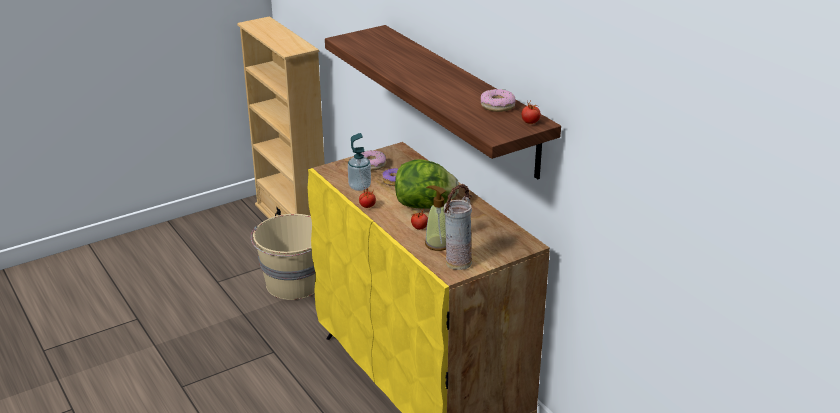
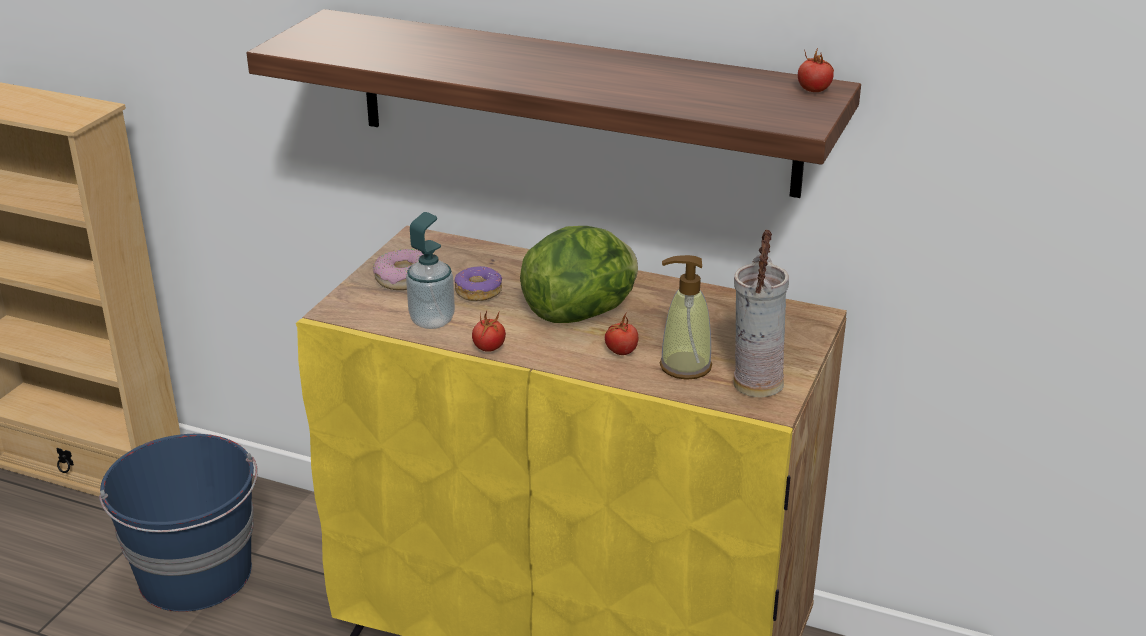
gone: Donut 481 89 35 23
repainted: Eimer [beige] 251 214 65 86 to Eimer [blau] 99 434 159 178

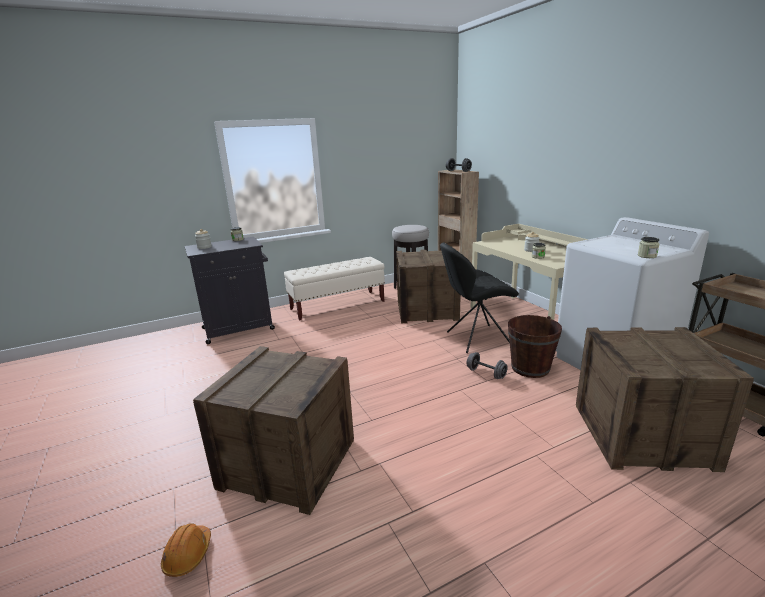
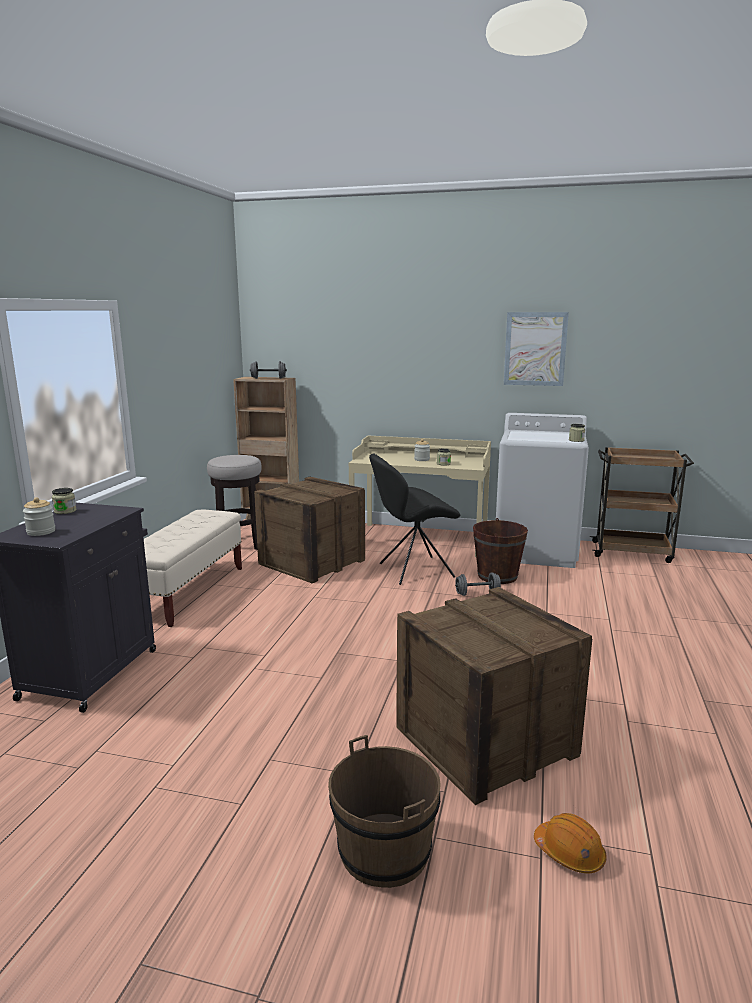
gone: Kiste 576 327 178 145
new: Eimer [braun] 328 735 113 153; Bild 504 312 65 74
rotated: Stuhl [schwarz] 440 242 79 111 = 369 453 91 132 45 degrees clockwise

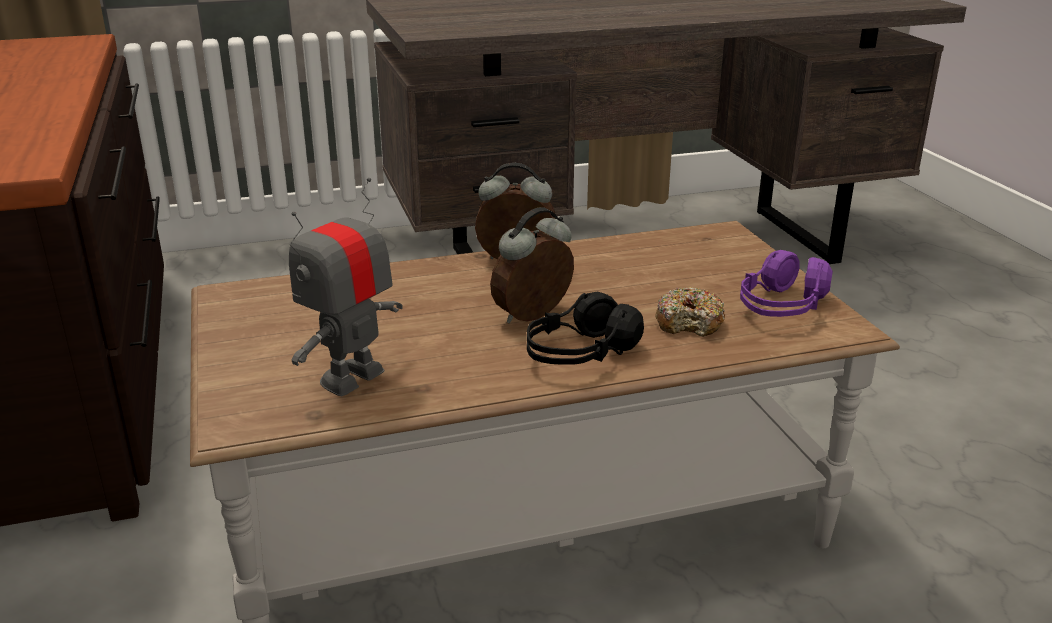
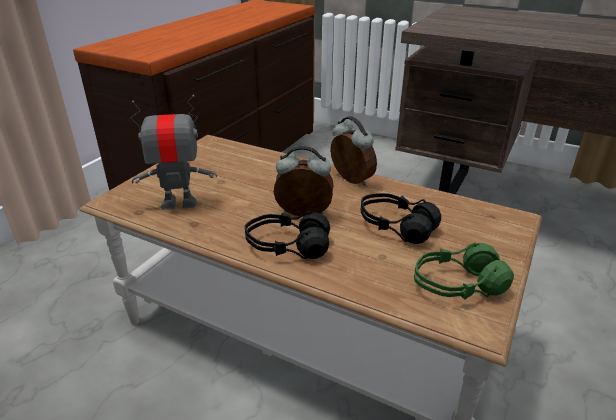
gone: Donut 655 287 70 50
new: Kopfhörer [schwarz] 361 193 80 51
repainted: Kopfhörer [lila] 740 250 93 67 to Kopfhörer [grün] 414 242 100 58

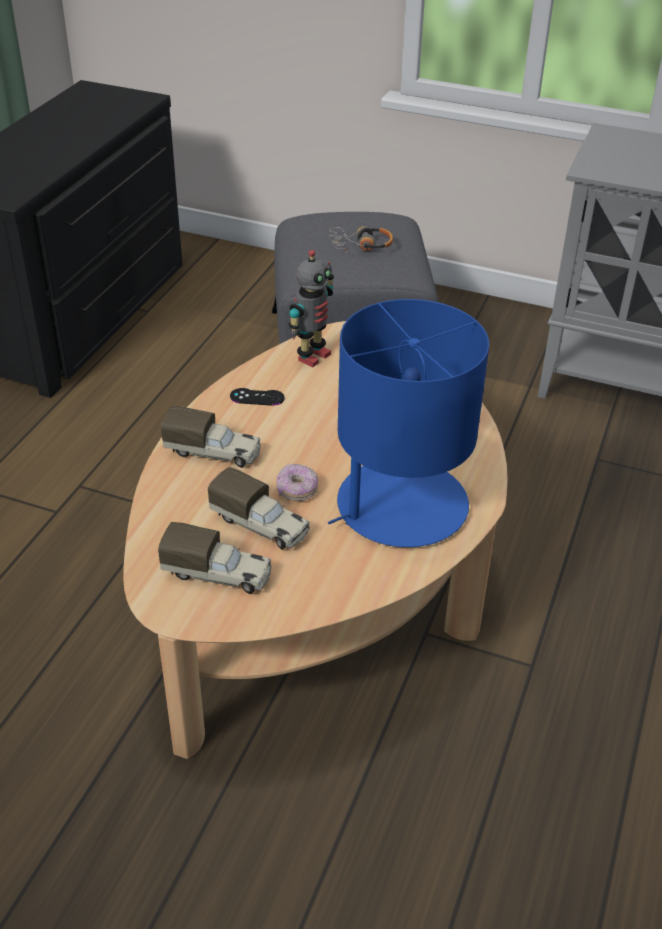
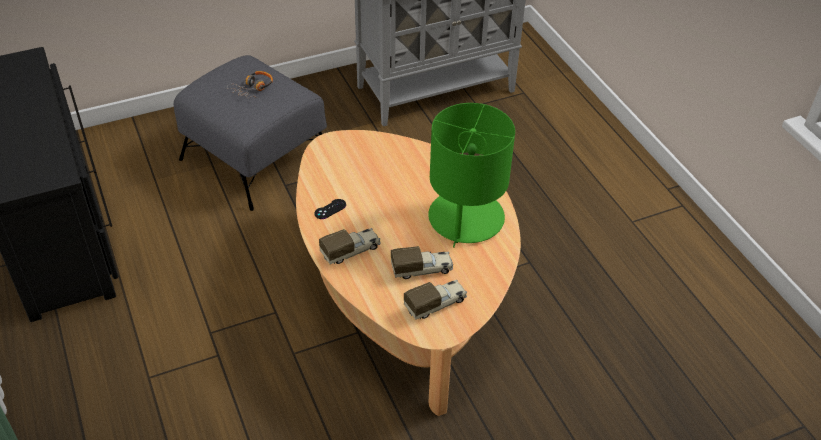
gone: Donut 276 464 42 37; Spielzeugroboter 288 250 46 117
repainted: Tischlampe [blau] 328 299 161 248 to Tischlampe [grün] 428 103 87 145

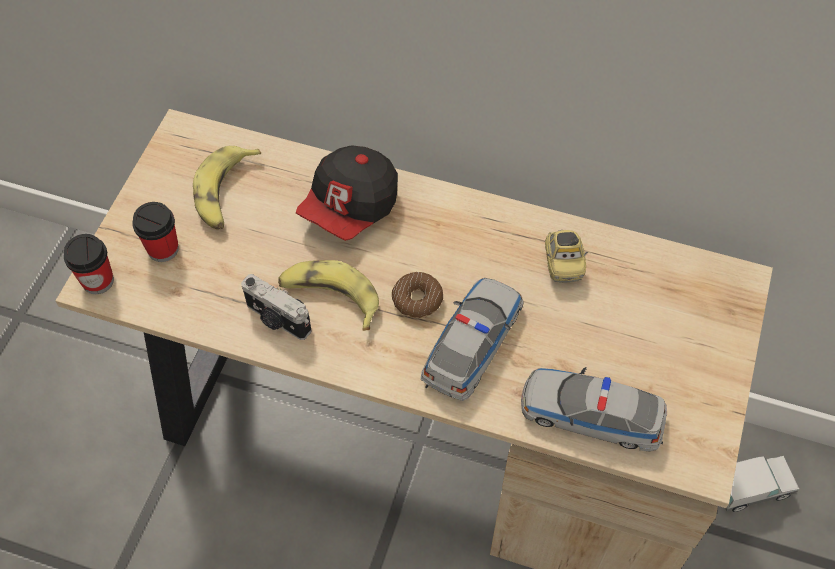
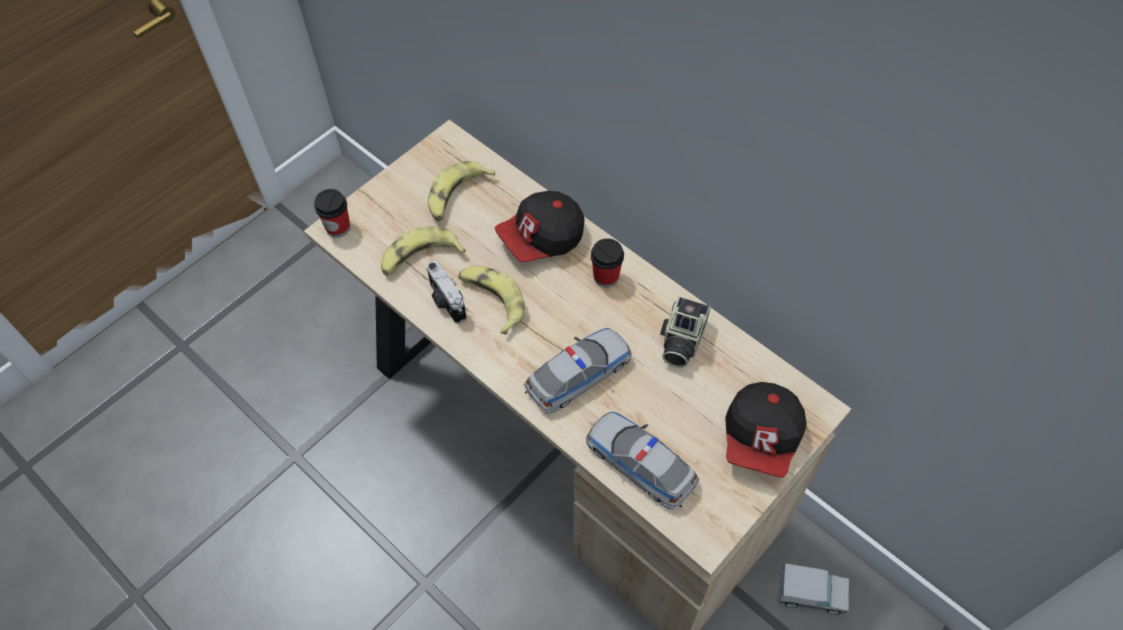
gone: Donut 392 272 51 46
new: Banane 381 226 85 50; Kappe 725 382 82 96
shifted: Tasse 132 202 47 60 to 591 238 33 49
swapped: Spielzeugauto 545 230 43 53 to Kamera 660 297 51 71

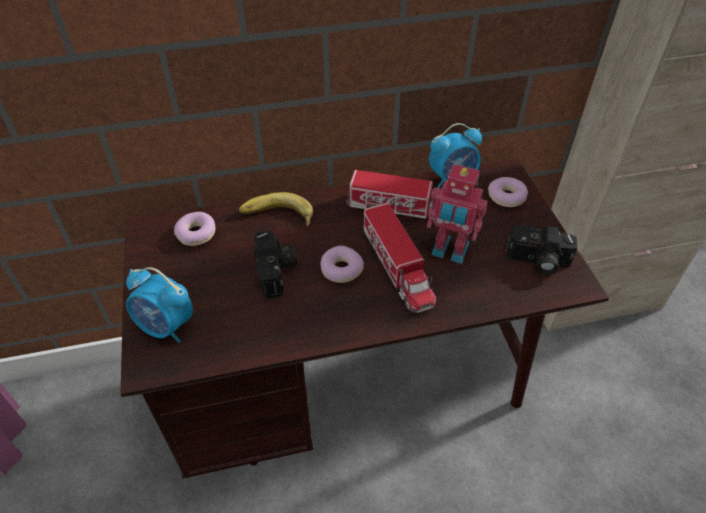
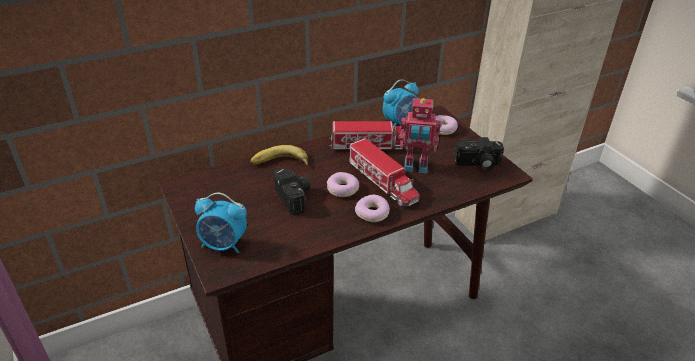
shifted: Donut 174 212 41 34 to 355 195 35 27

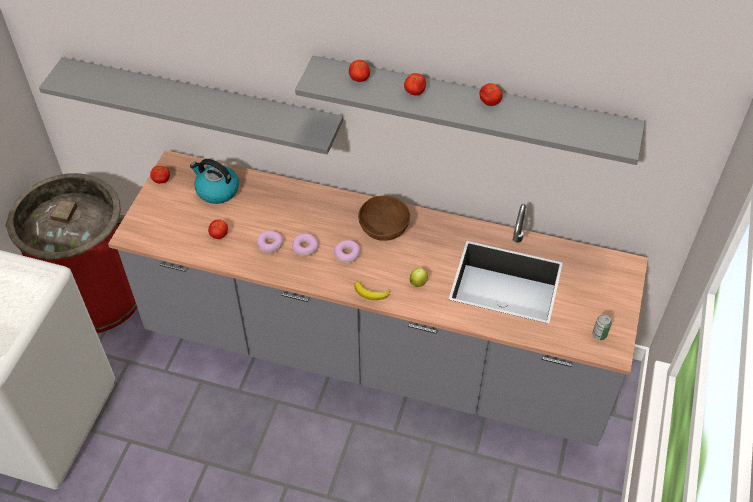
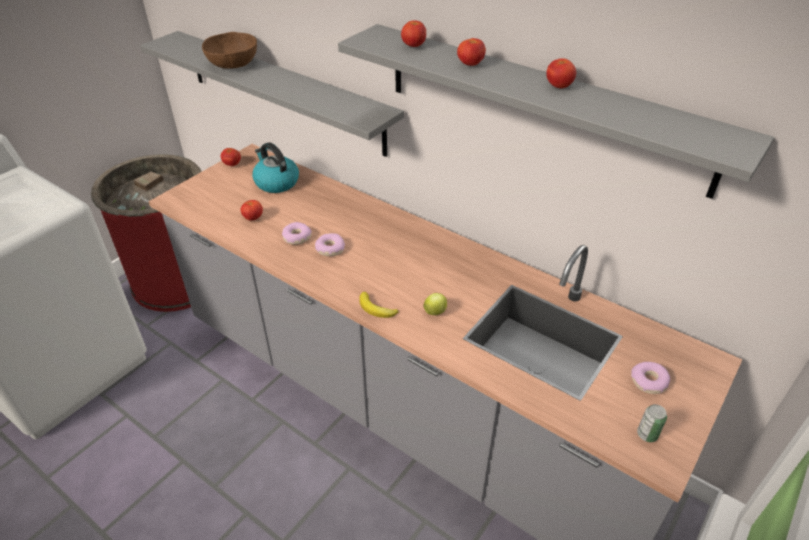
shifted: Donut 334 240 26 23 to 631 362 39 32; Schüssel [braun] 358 196 52 45 to 202 32 55 37

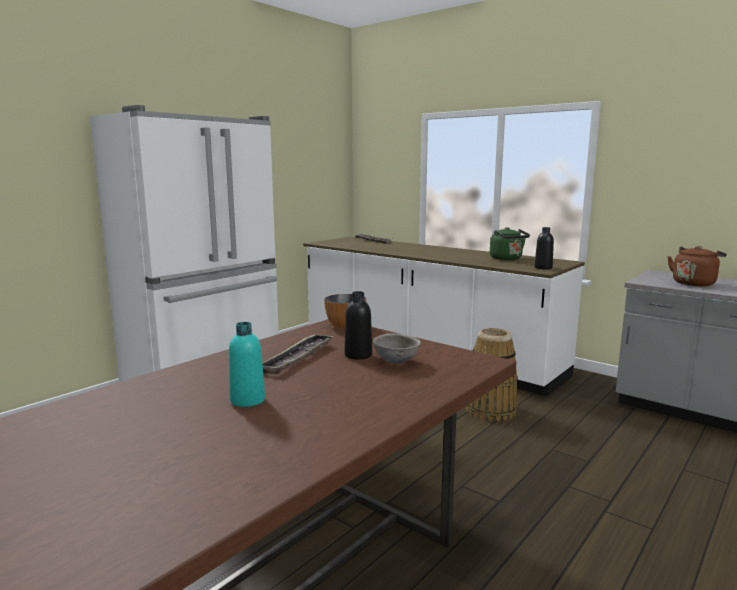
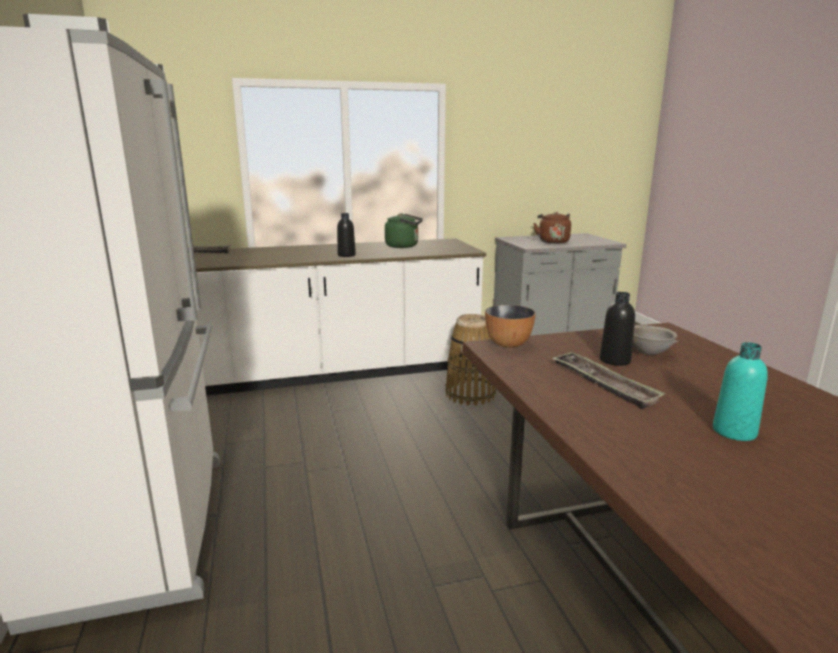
shifted: Flasche [schwarz] 534 227 20 42 to 337 213 19 44

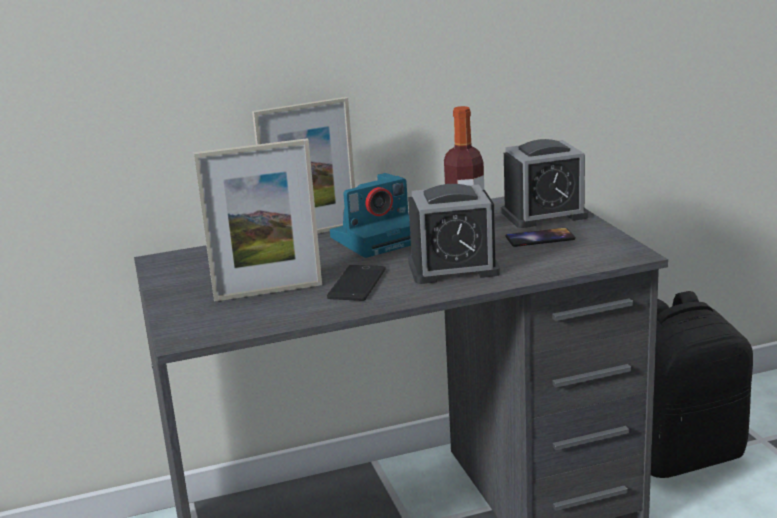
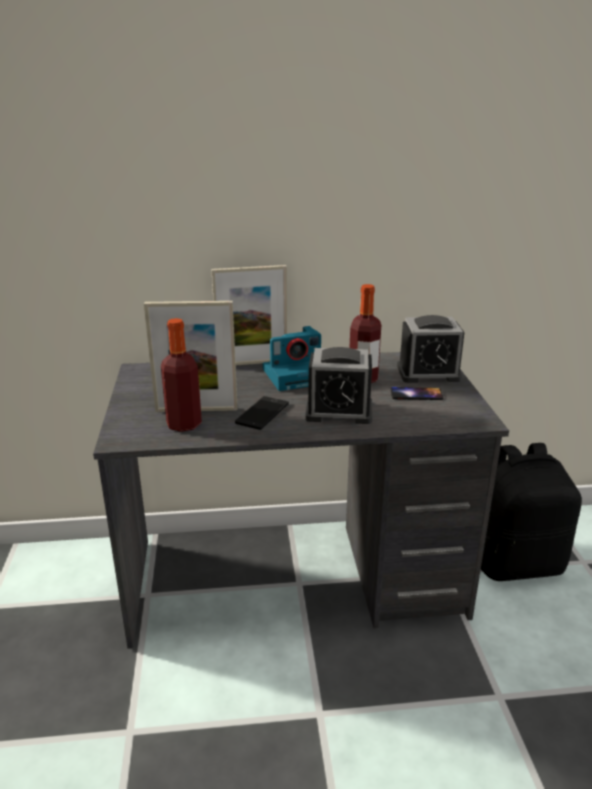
new: Flasche 161 318 41 114

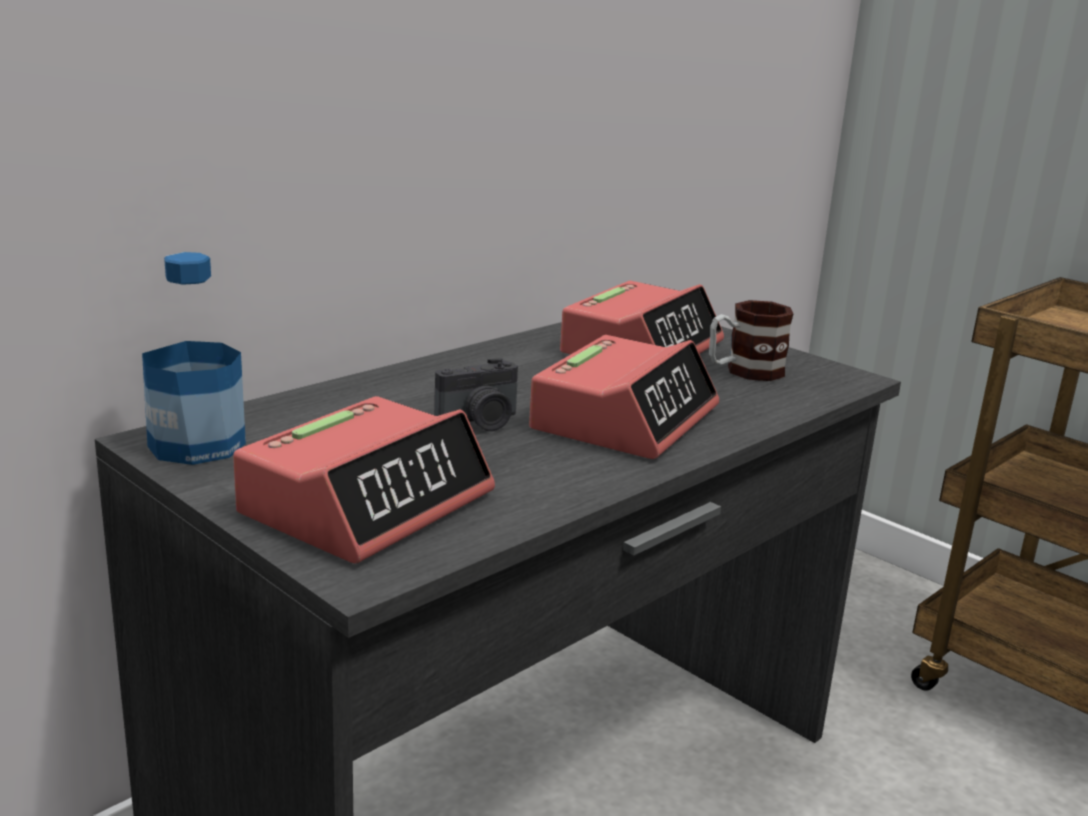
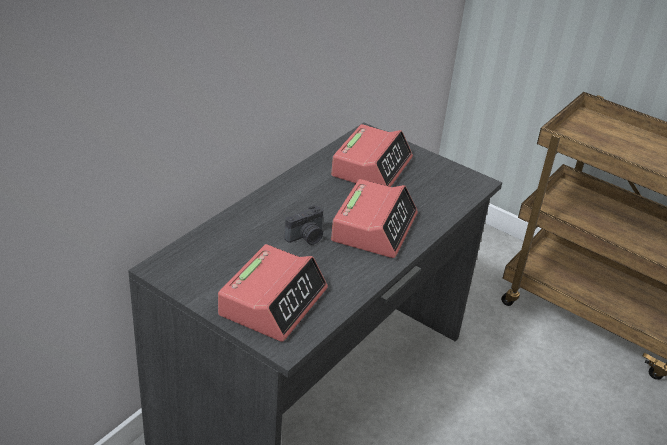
gone: Flasche 142 252 104 213; Henkelbecher 709 300 84 81

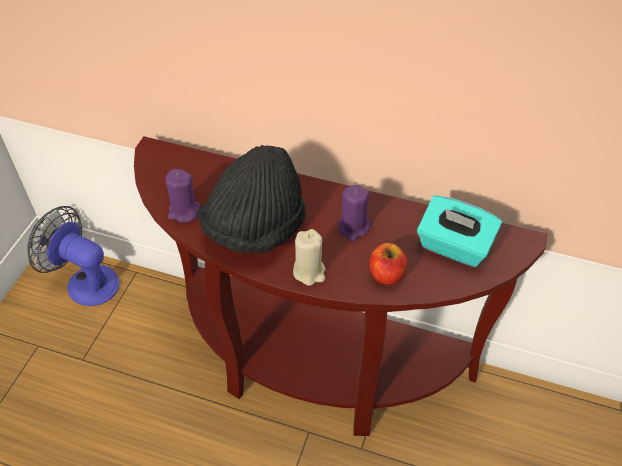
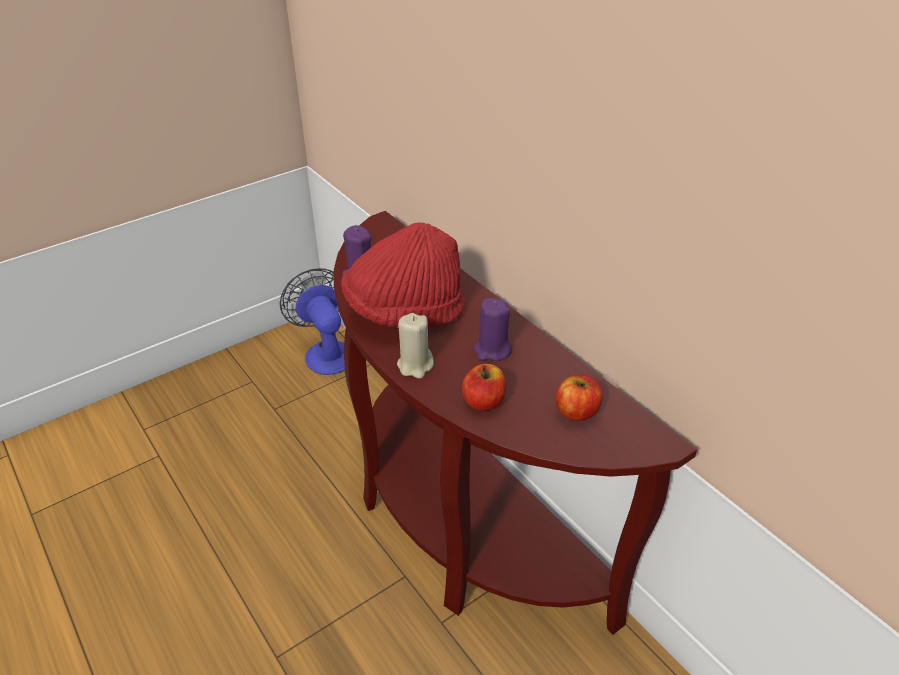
swapped: Taschentuchbox [türkis] 417 196 85 71 to Apfel 556 375 47 46
repainted: Hut [schwarz] 198 145 108 109 to Hut [rot] 341 222 124 106

